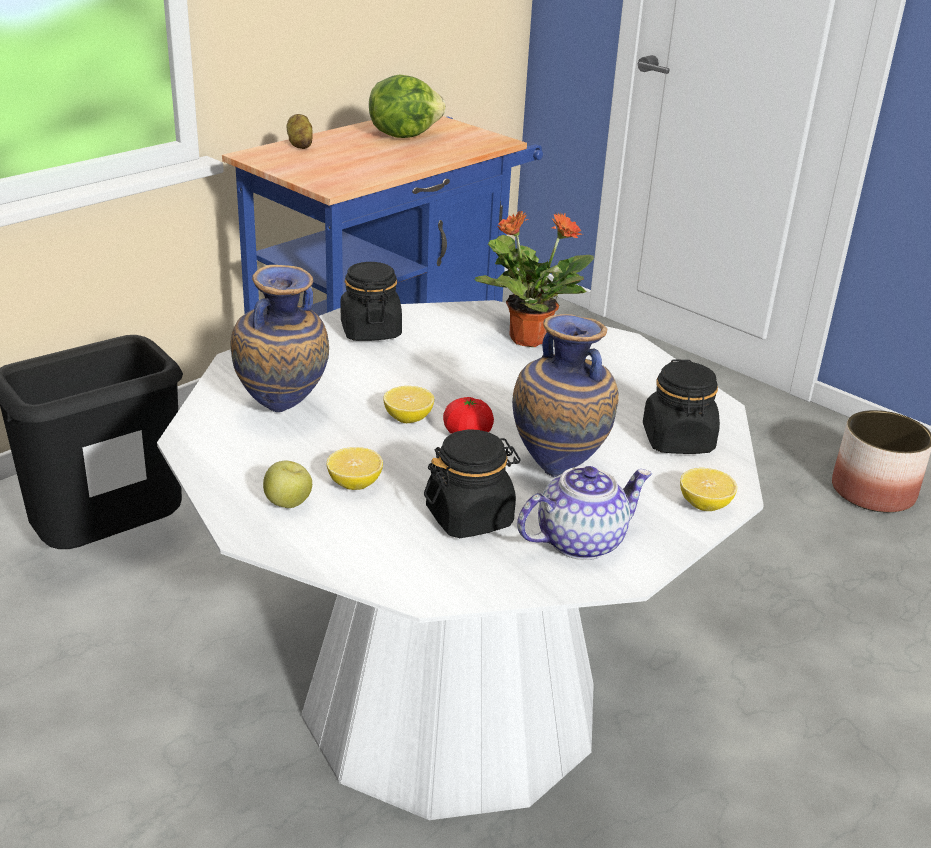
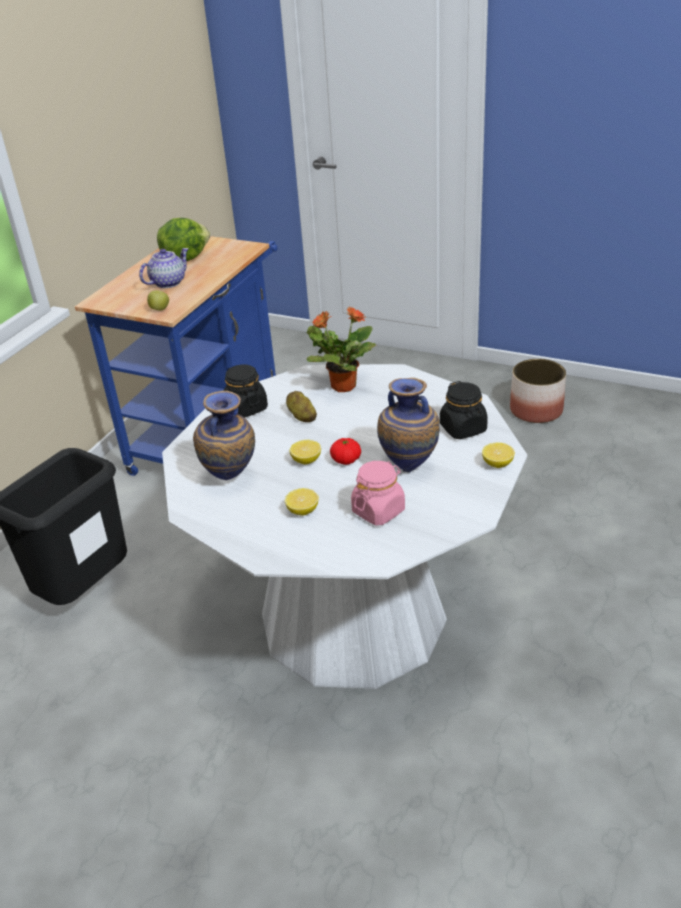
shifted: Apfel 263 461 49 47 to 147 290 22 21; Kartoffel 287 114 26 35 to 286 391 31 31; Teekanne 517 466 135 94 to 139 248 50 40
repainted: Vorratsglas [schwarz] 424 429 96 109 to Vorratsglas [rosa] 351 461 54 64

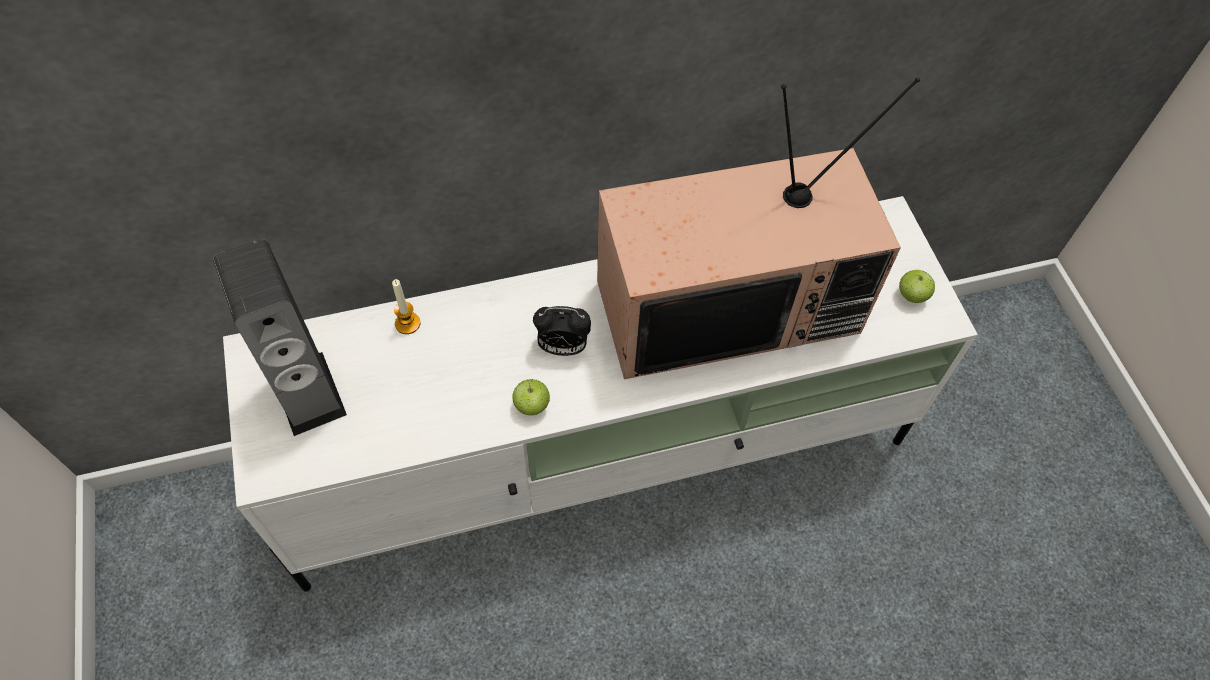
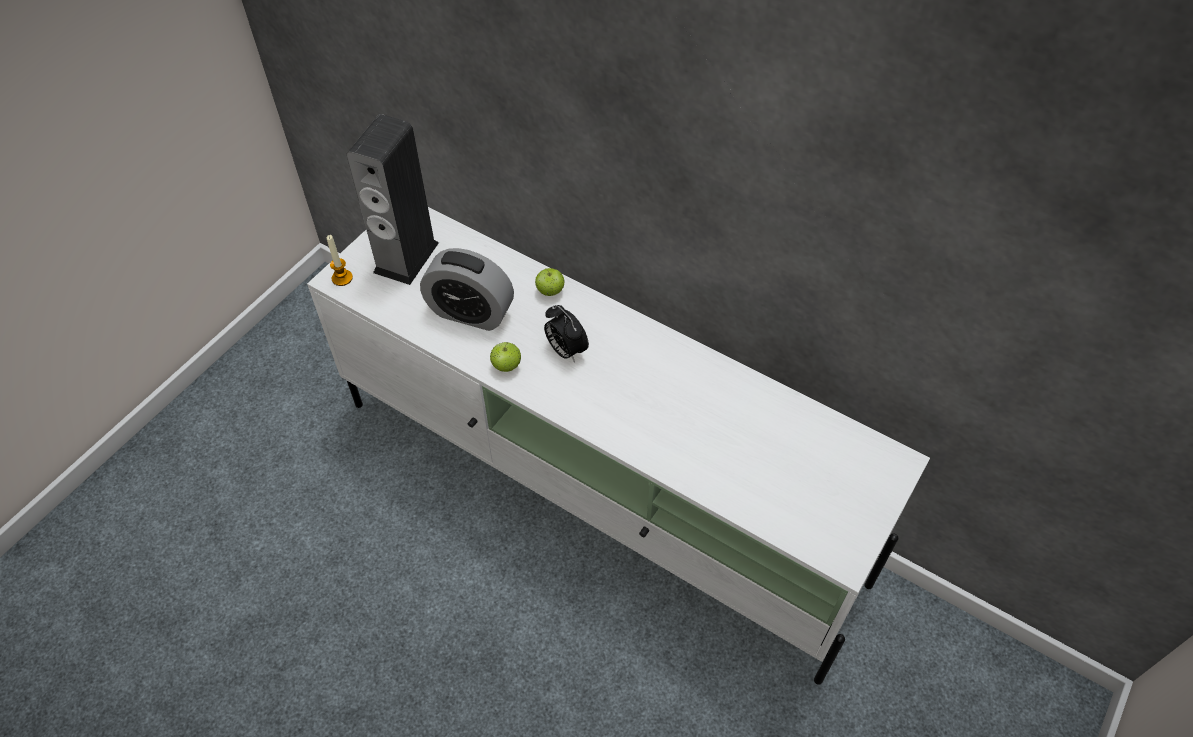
gone: Fernseher 597 77 323 302
new: Wecker 420 248 94 83
shifted: Kerze 392 279 28 55 to 327 235 26 51; Apfel 899 270 36 33 to 535 268 29 28

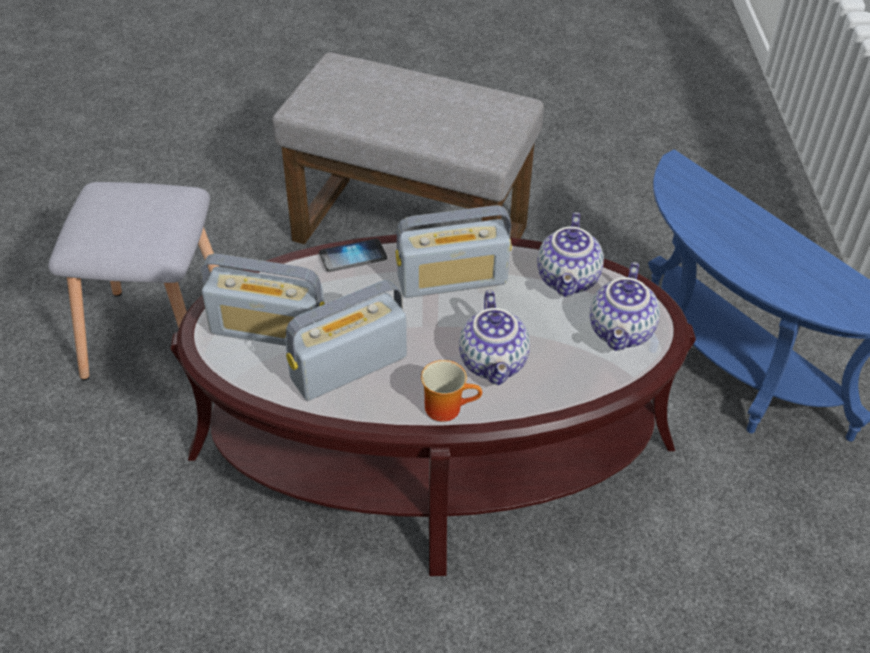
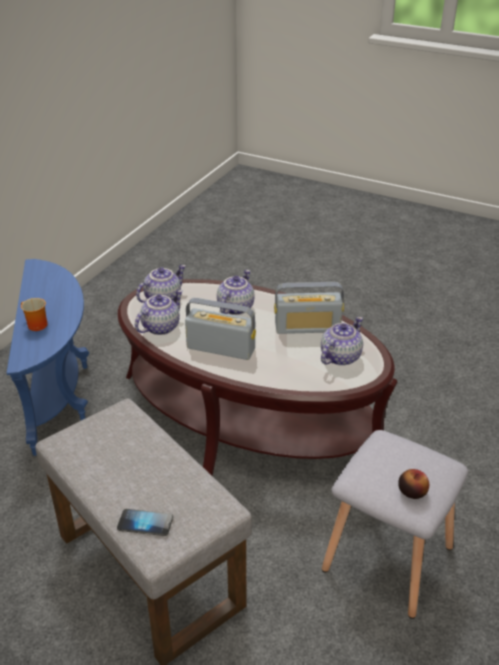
new: Apfel 398 469 31 30
shifted: Handy 319 239 68 33 to 117 509 56 27; Henkelbecher 421 360 61 62 to 21 298 26 33
swapped: Radio 201 254 124 92 to Teekanne 321 317 42 49

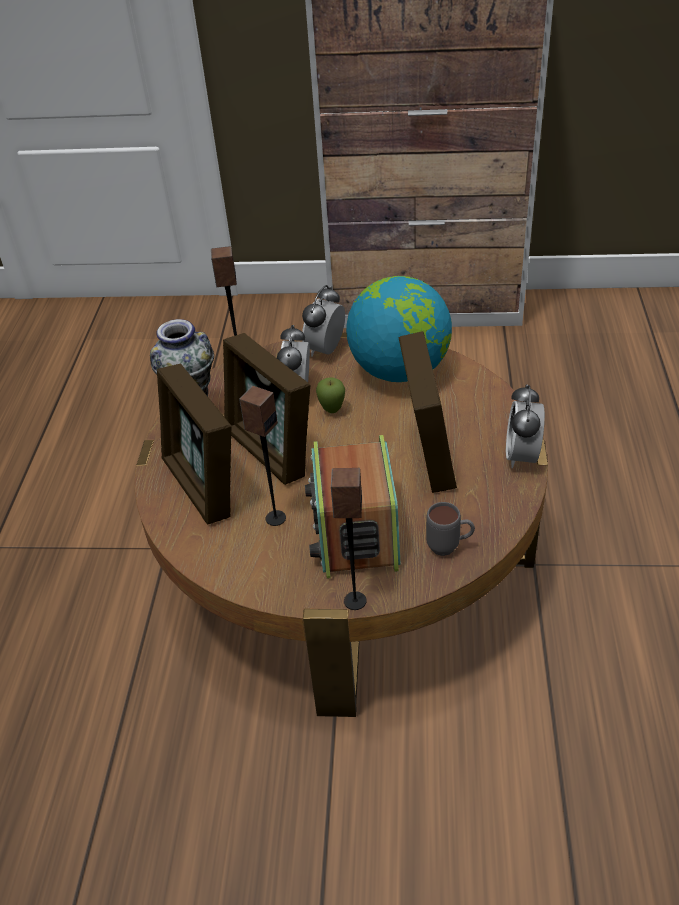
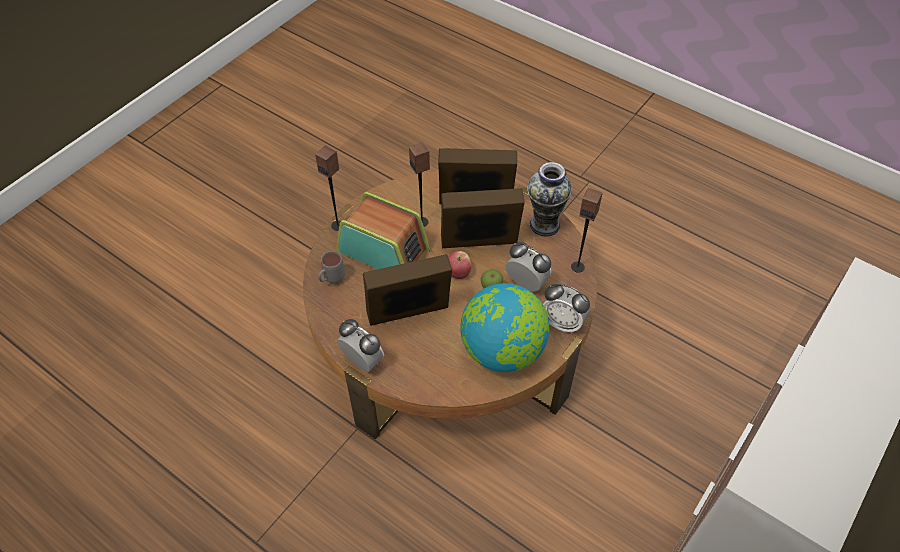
new: Apfel 448 251 24 28
rotated: Wecker 302 285 43 72 = 543 284 47 50 150 degrees clockwise; Bilderrahmen 399 331 58 162 = 363 254 89 72 135 degrees clockwise

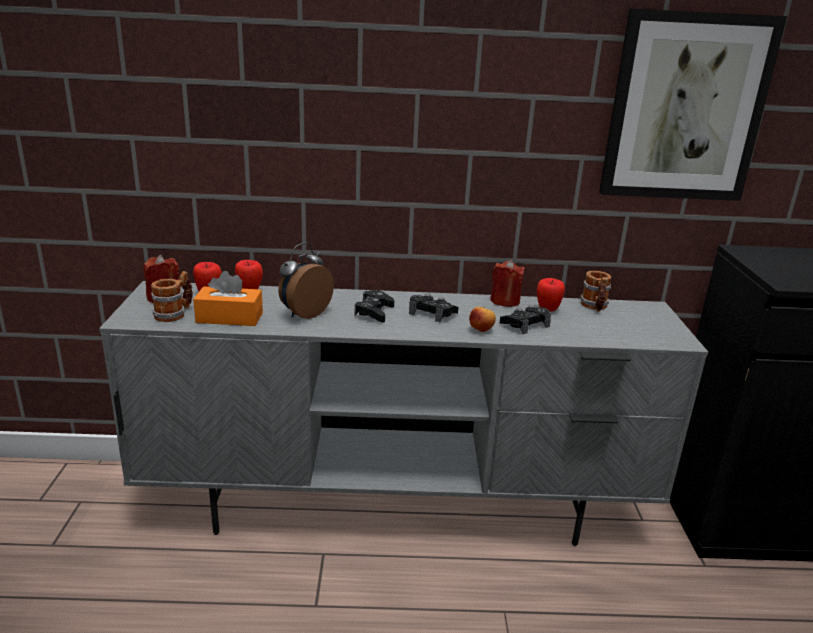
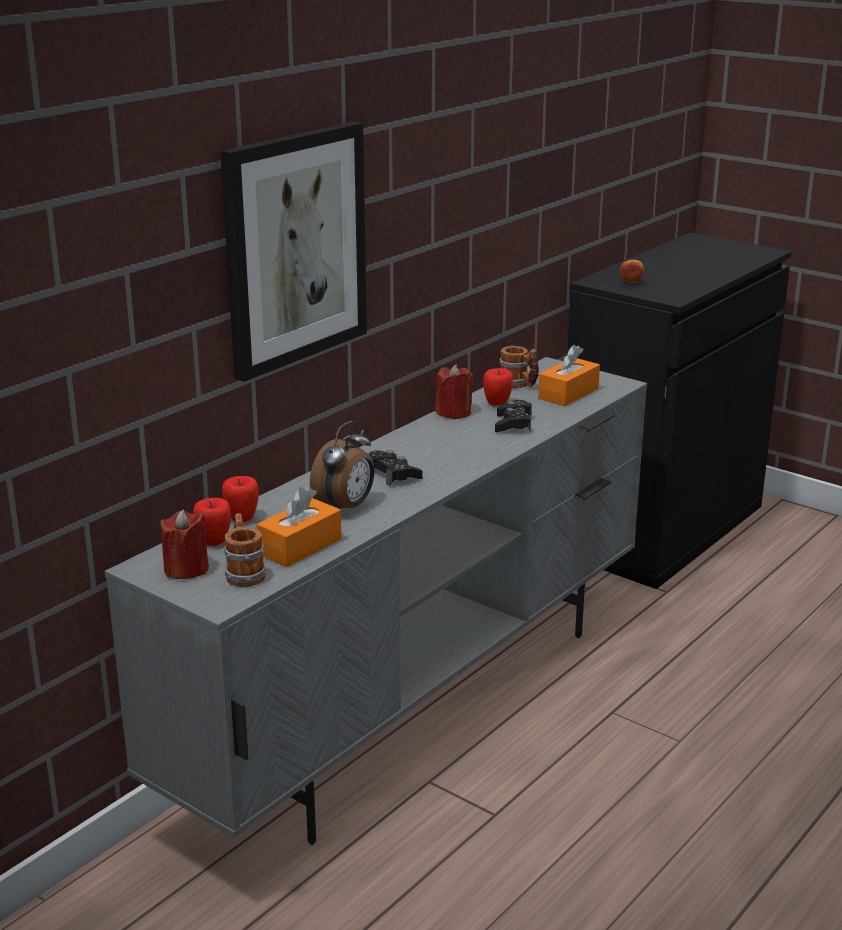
gone: Gamepad [schwarz] 409 293 49 30
new: Taschentuchbox [orange] 538 345 62 61
shifted: Apfel 469 307 27 25 to 620 260 24 23; Bild 599 8 188 193 to 220 122 147 260
rotated: Wecker 278 243 56 76 = 310 421 64 88 135 degrees counterclockwise

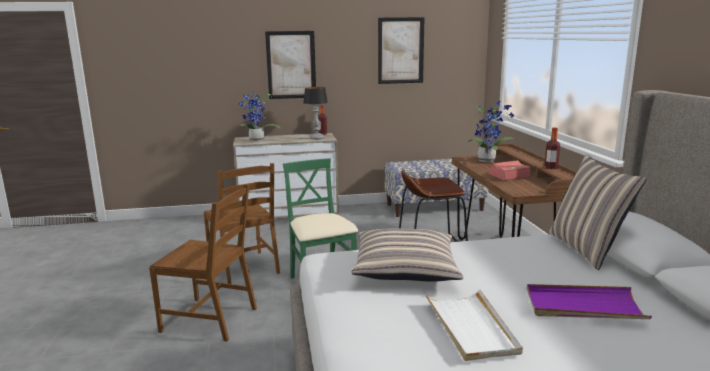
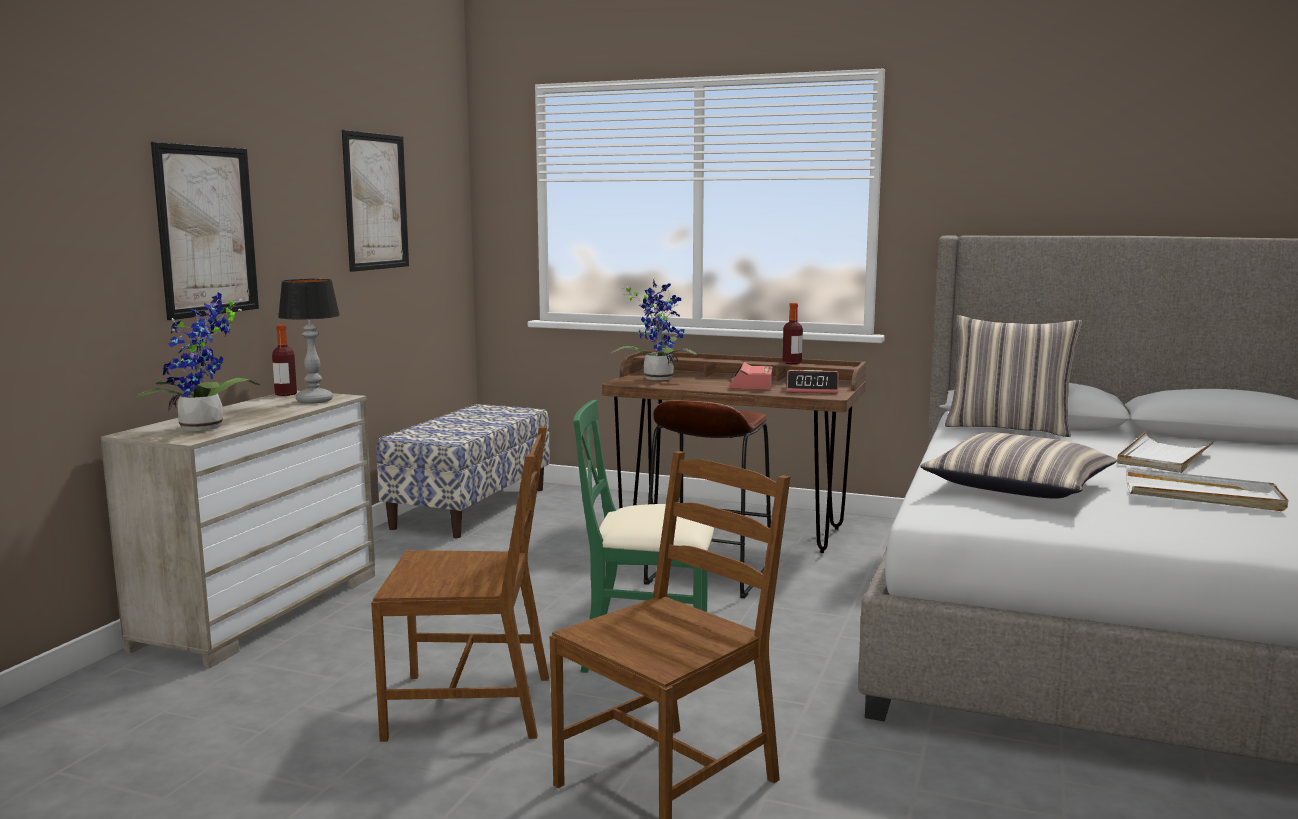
new: Wecker 787 370 52 24
repainted: Tablett [lila] 527 284 125 35 to Tablett [weiß] 1117 432 97 41

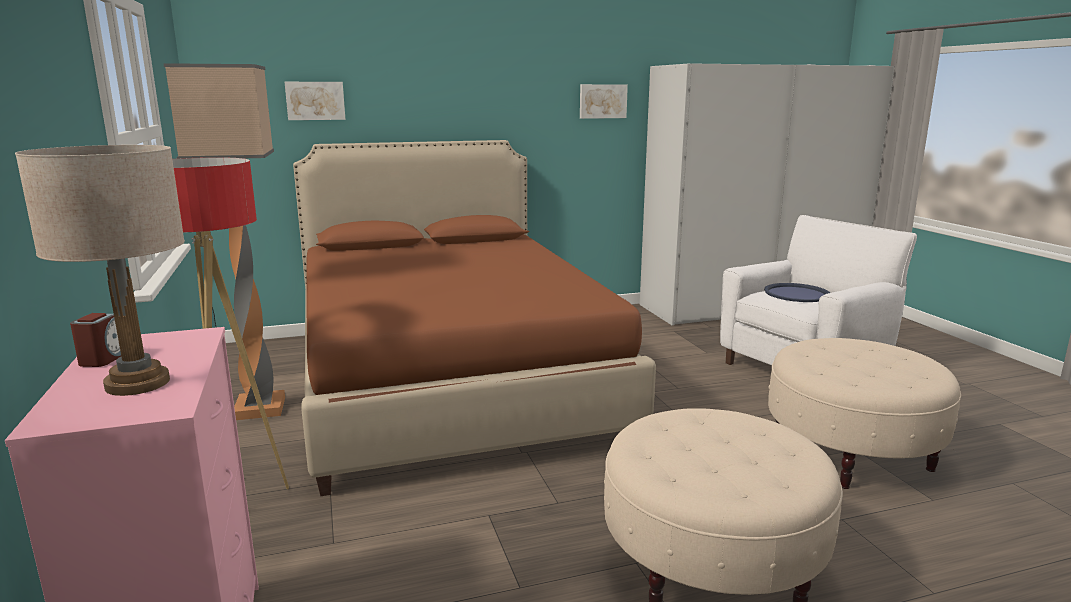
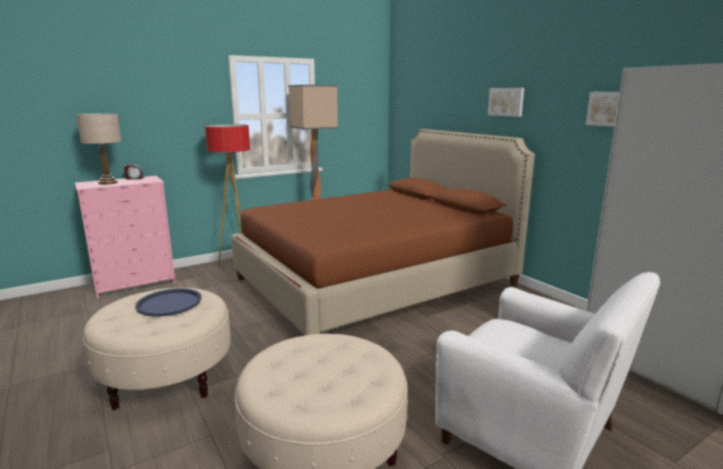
shifted: Bild 285 82 61 38 to 488 88 36 29; Tablett [blau] 764 283 66 19 to 135 288 67 28

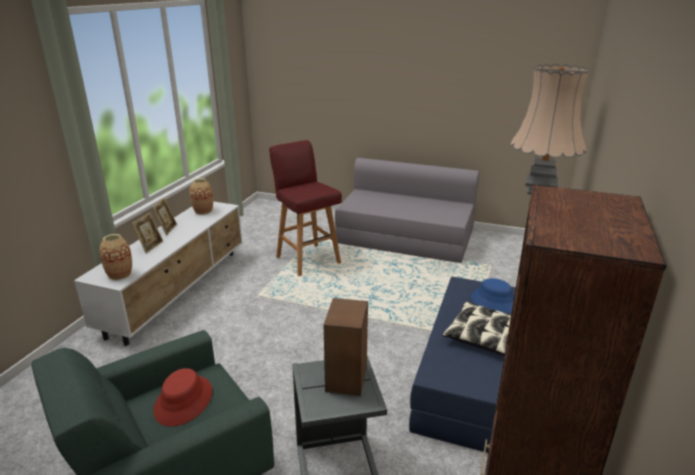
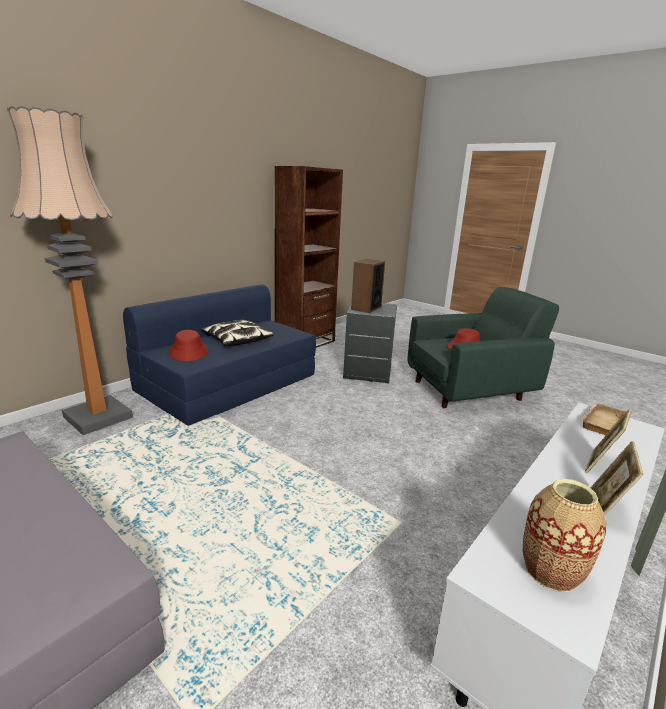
gone: Hocker [rot] 269 140 73 136
swapped: Vase 99 234 33 46 to Tablett [beige] 581 402 45 33
repainted: Hut [blau] 471 278 43 35 to Hut [rot] 168 330 40 31

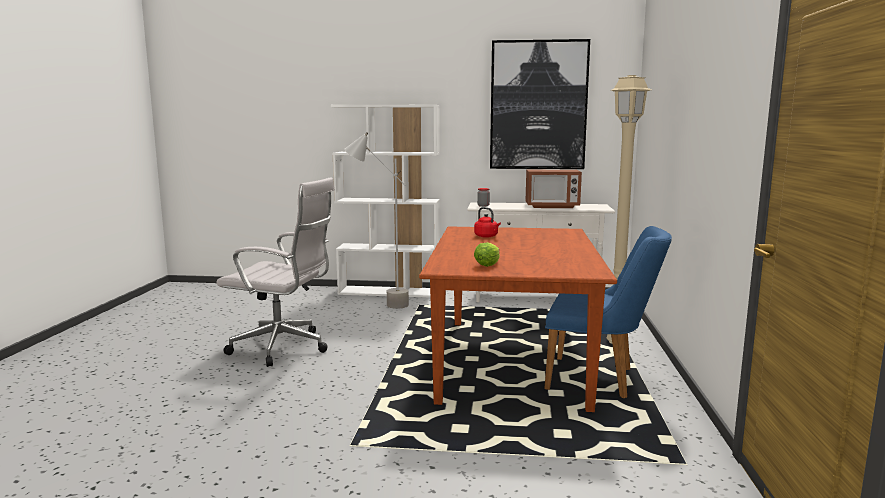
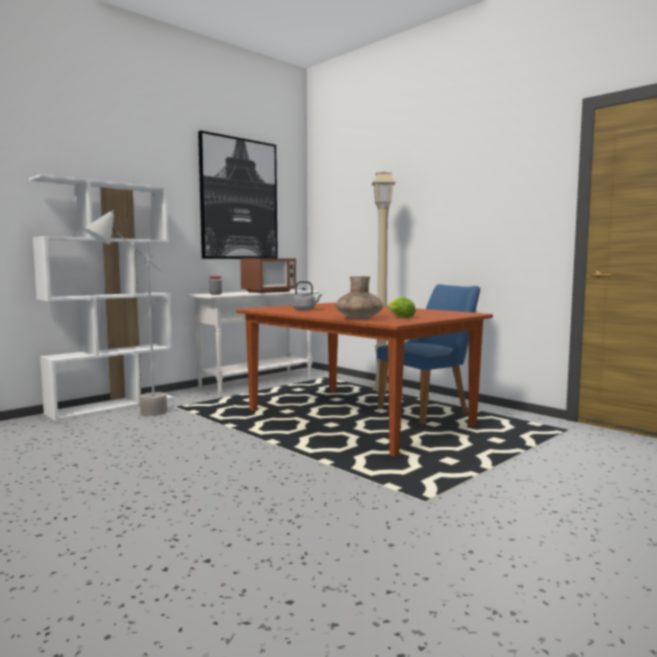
gone: Bürostuhl [weiß] 216 177 119 190
new: Vase [braun] 335 276 48 43
repainted: Wasserkessel [rot] 474 207 27 30 to Wasserkessel [grau] 292 281 30 29

